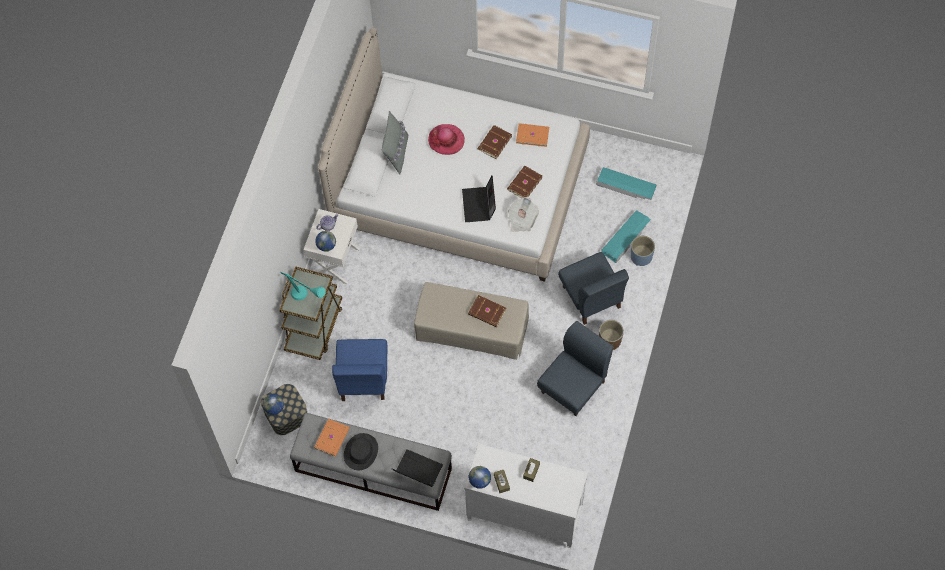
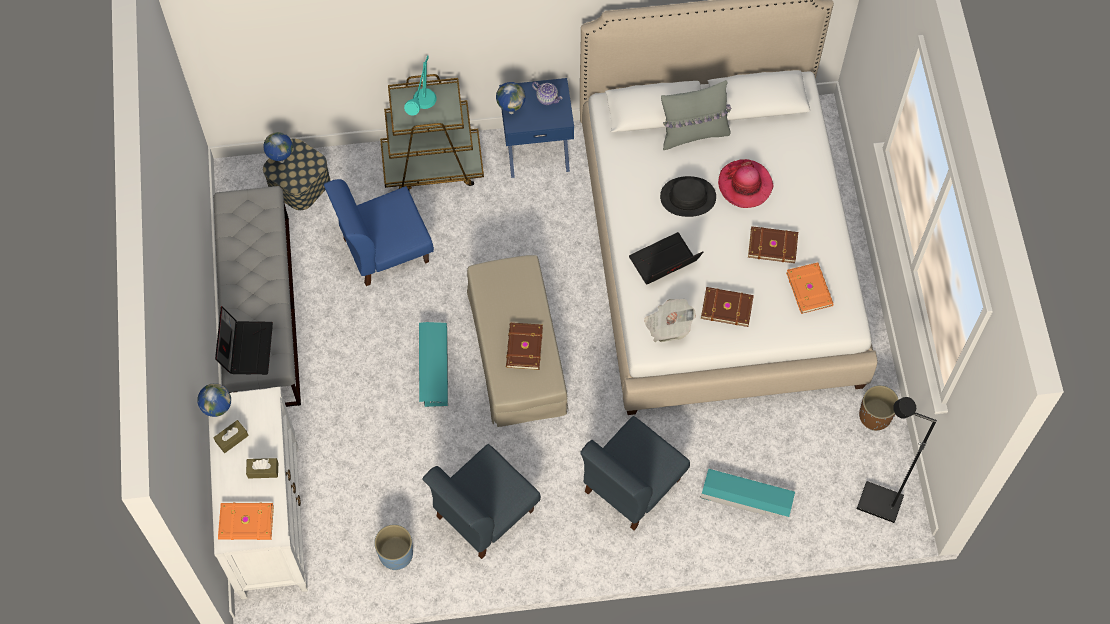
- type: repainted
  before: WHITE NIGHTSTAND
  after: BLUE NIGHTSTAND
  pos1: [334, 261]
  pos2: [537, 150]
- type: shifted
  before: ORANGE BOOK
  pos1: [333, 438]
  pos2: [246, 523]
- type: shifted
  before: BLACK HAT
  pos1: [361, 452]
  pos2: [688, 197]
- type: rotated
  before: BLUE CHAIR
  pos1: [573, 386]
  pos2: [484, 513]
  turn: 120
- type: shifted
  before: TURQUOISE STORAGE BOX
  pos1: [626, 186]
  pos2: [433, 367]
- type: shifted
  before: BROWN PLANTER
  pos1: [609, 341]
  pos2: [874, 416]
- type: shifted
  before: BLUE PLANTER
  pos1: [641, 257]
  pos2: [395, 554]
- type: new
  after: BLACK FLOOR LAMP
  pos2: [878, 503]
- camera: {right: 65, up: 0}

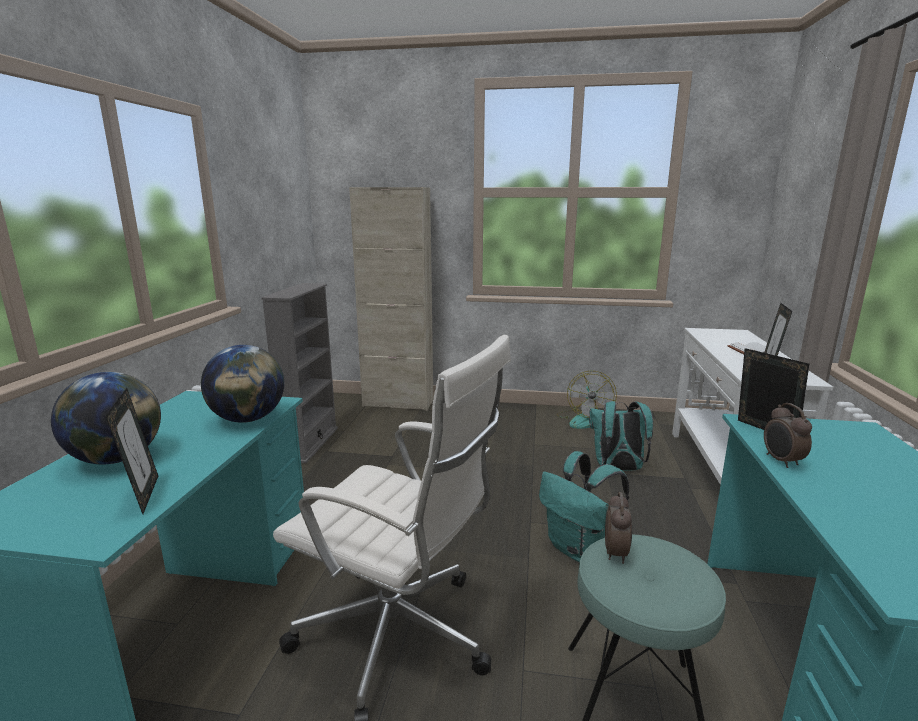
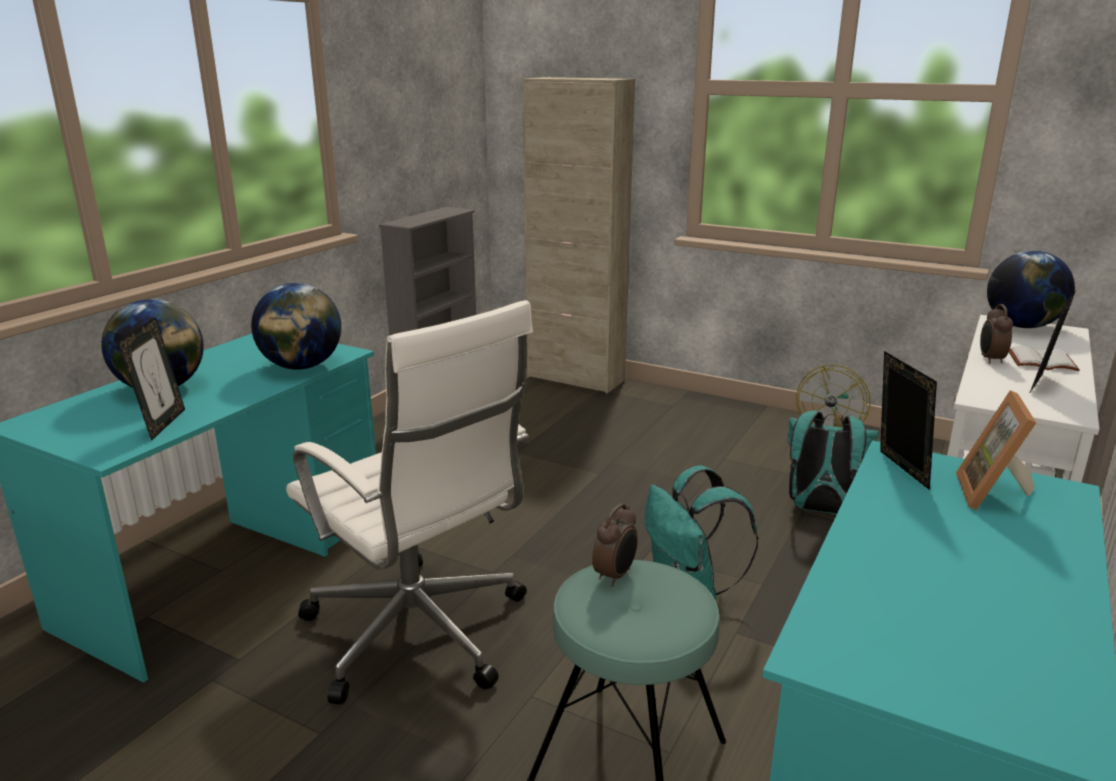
- type: shifted
  before: ALARM CLOCK
  pos1: [781, 461]
  pos2: [990, 360]
- type: new
  after: PICTURE FRAME
  pos2: [994, 495]
- type: new
  after: GLOBE
  pos2: [1021, 326]
- camera: {right: 20, up: 5}

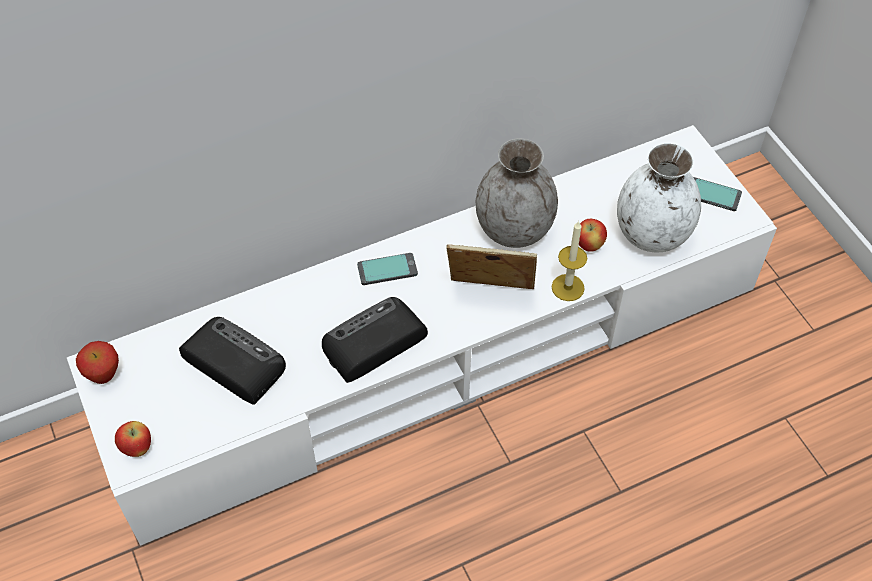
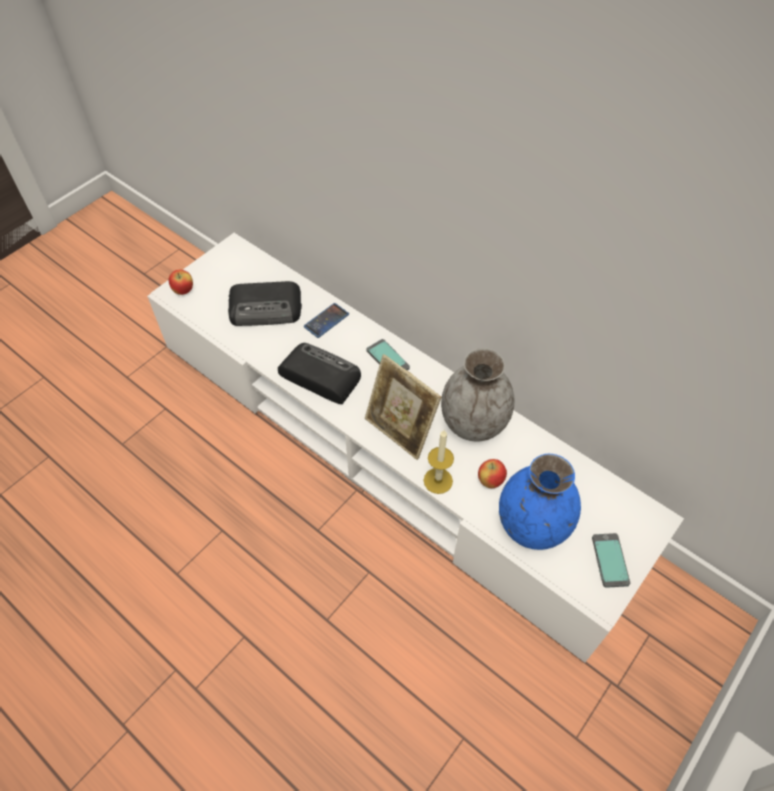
- type: gone
  before: APPLE
  pos1: [104, 376]
- type: rotated
  before: RADIO
  pos1: [232, 362]
  pos2: [266, 308]
  turn: 75
- type: rotated
  before: PICTURE FRAME
  pos1: [490, 295]
  pos2: [400, 430]
  turn: 150
- type: repainted
  before: WHITE VASE
  after: BLUE VASE
  pos1: [651, 234]
  pos2: [532, 524]
- type: new
  after: PHONE
  pos2: [326, 320]
- camera: {right: 65, up: 0}

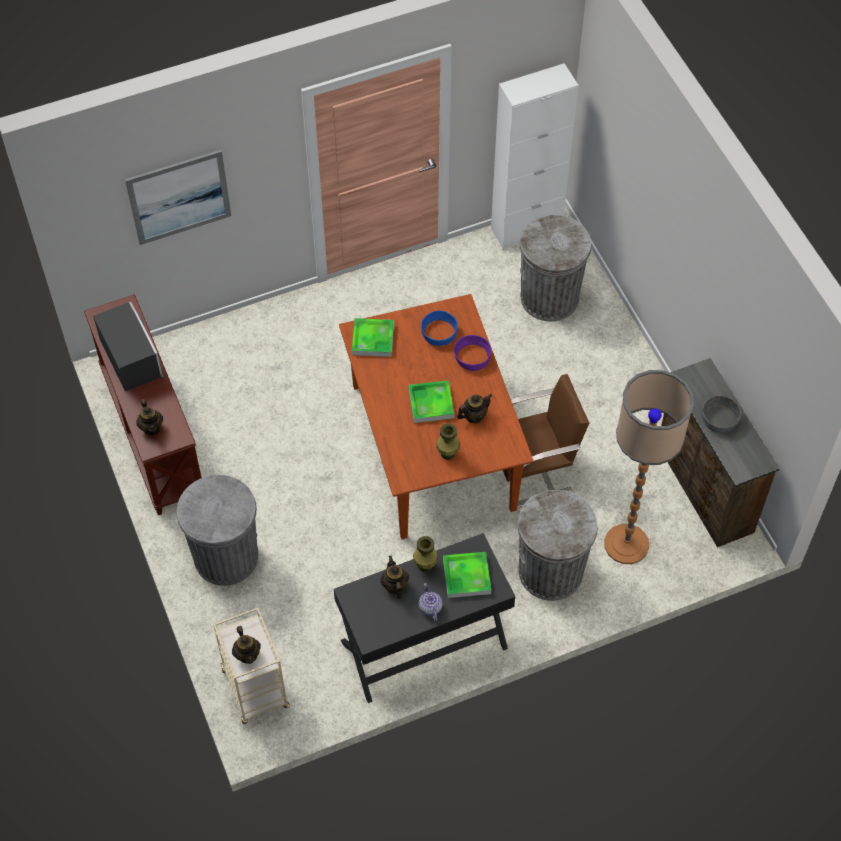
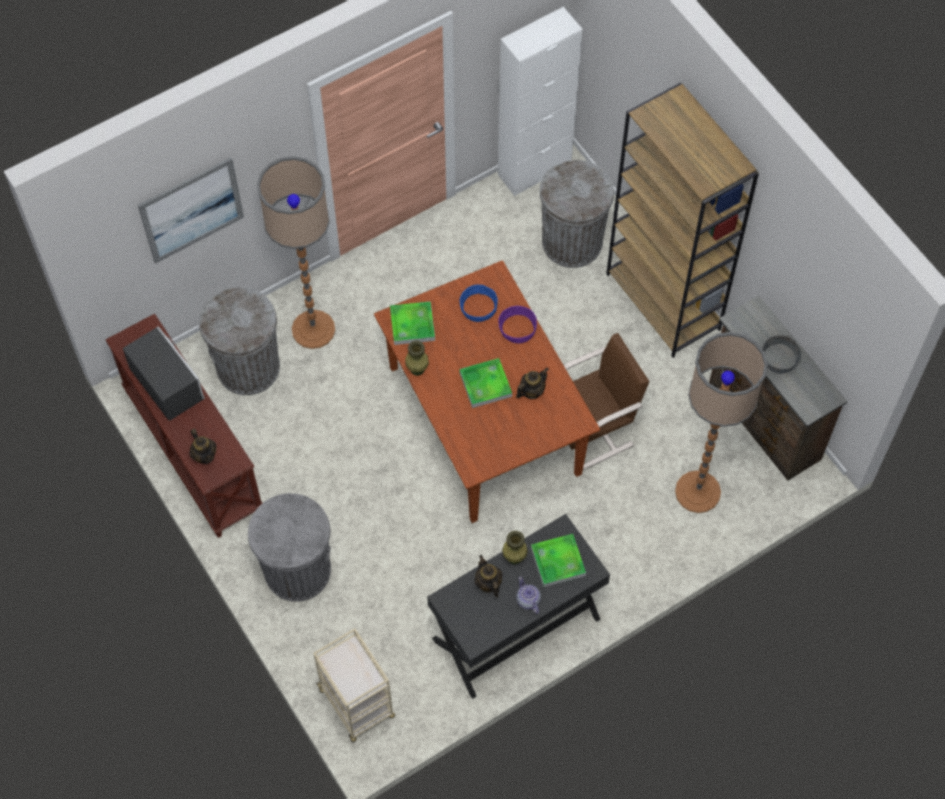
- type: gone
  before: TEAPOT
  pos1: [247, 654]
- type: shifted
  before: GREEN VASE
  pos1: [447, 454]
  pos2: [417, 369]
- type: shifted
  before: GREY TRASH CAN
  pos1: [551, 571]
  pos2: [248, 367]
- type: new
  after: FLOOR LAMP
  pos2: [313, 329]
- type: new
  after: BROWN BOOKCASE
  pos2: [664, 302]
- camera: {right: -10, up: 5}

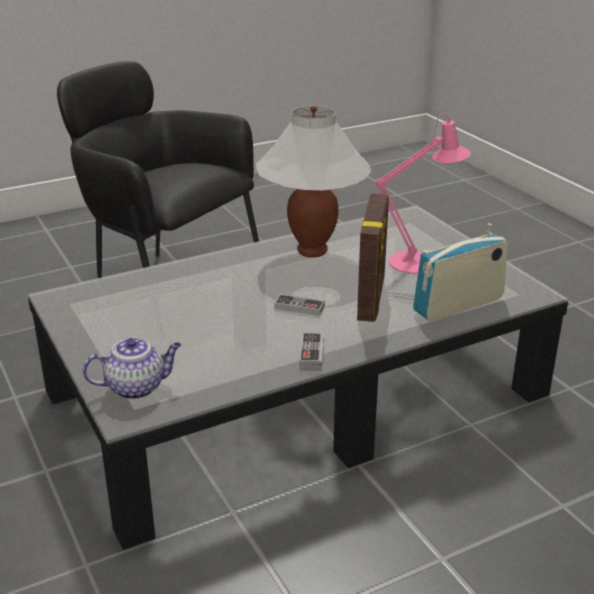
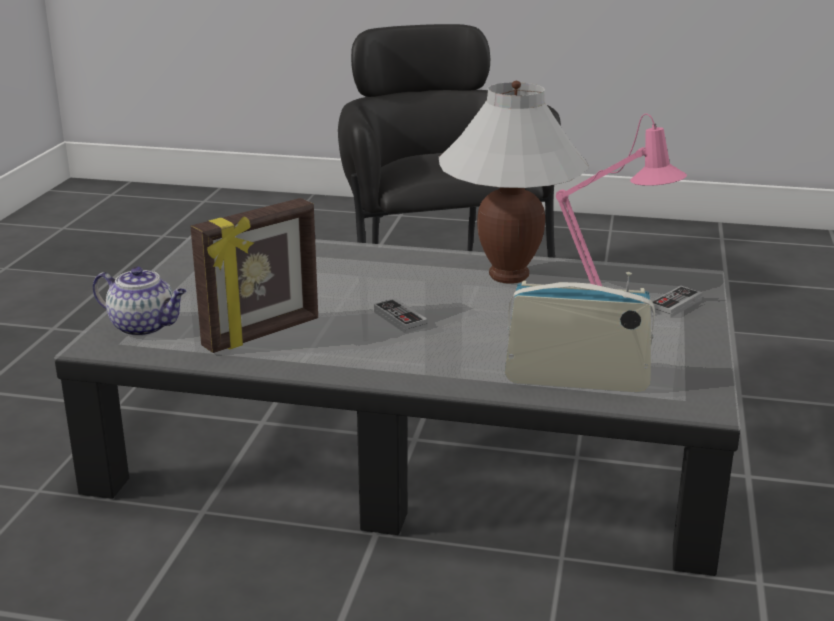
- type: shifted
  before: GAME CONTROLLER
  pos1: [311, 352]
  pos2: [675, 305]
- type: shifted
  before: PICTURE FRAME
  pos1: [372, 299]
  pos2: [262, 334]
- camera: {right: 40, up: -5}

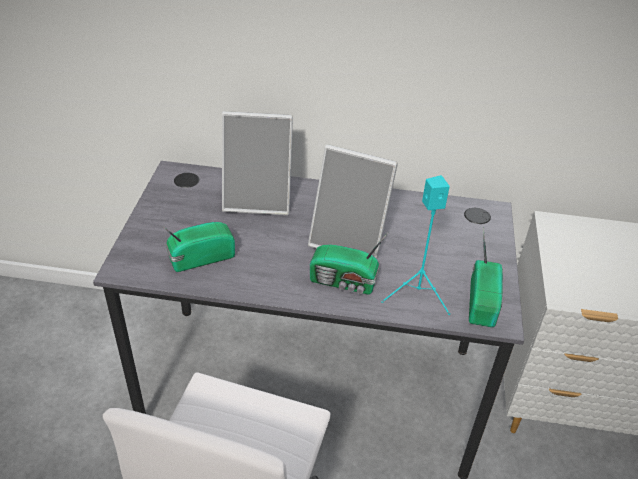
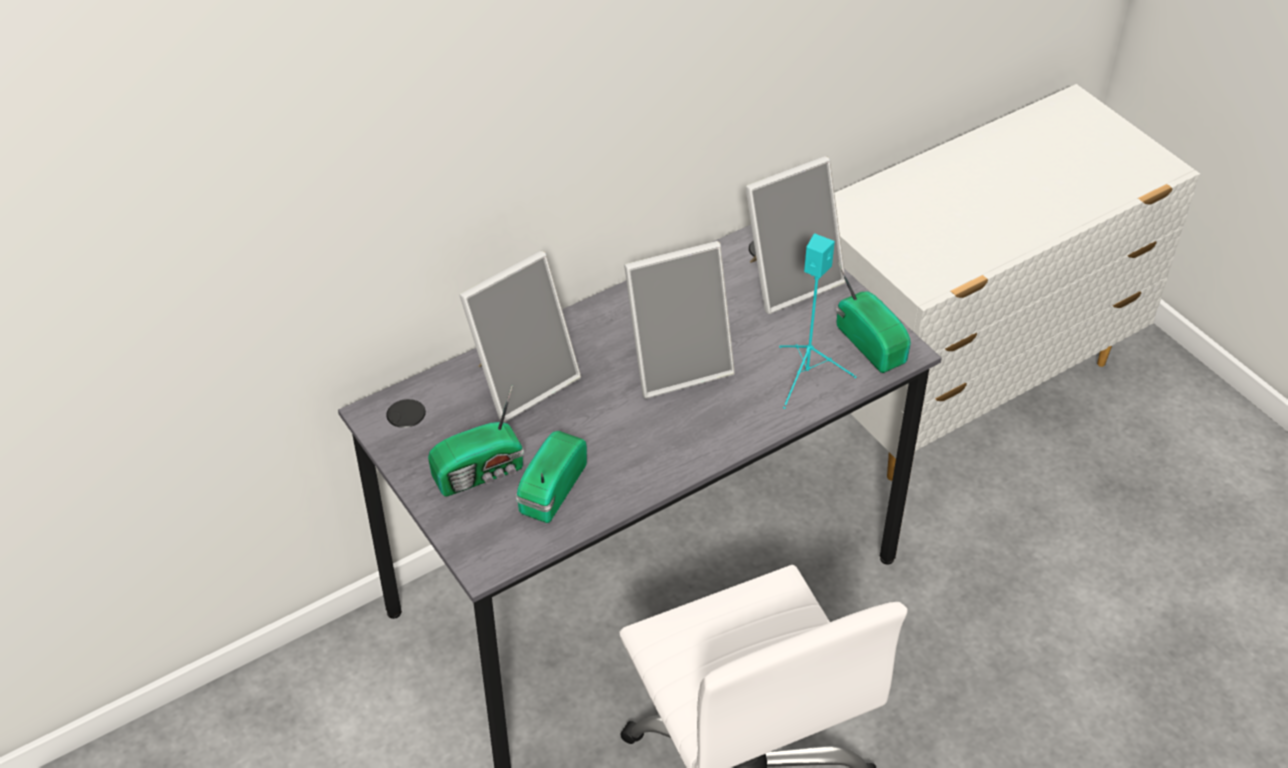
- type: shifted
  before: RADIO
  pos1: [344, 282]
  pos2: [481, 473]
- type: new
  after: PICTURE FRAME
  pos2: [789, 279]
- camera: {right: -40, up: 5}

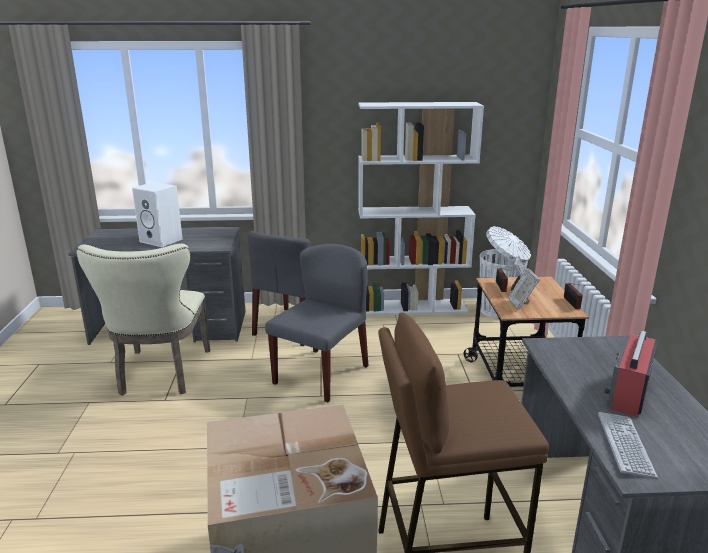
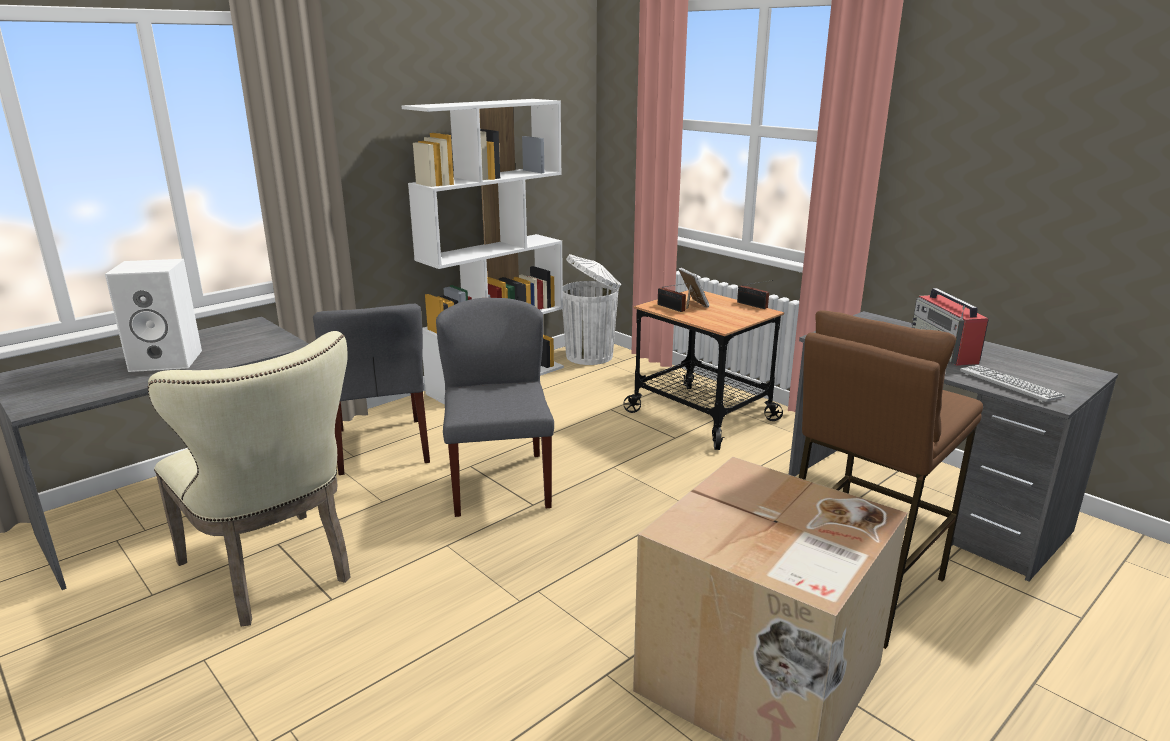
- type: gone
  before: PICTURE FRAME
  pos1: [521, 304]
- camera: {right: -40, up: 0}

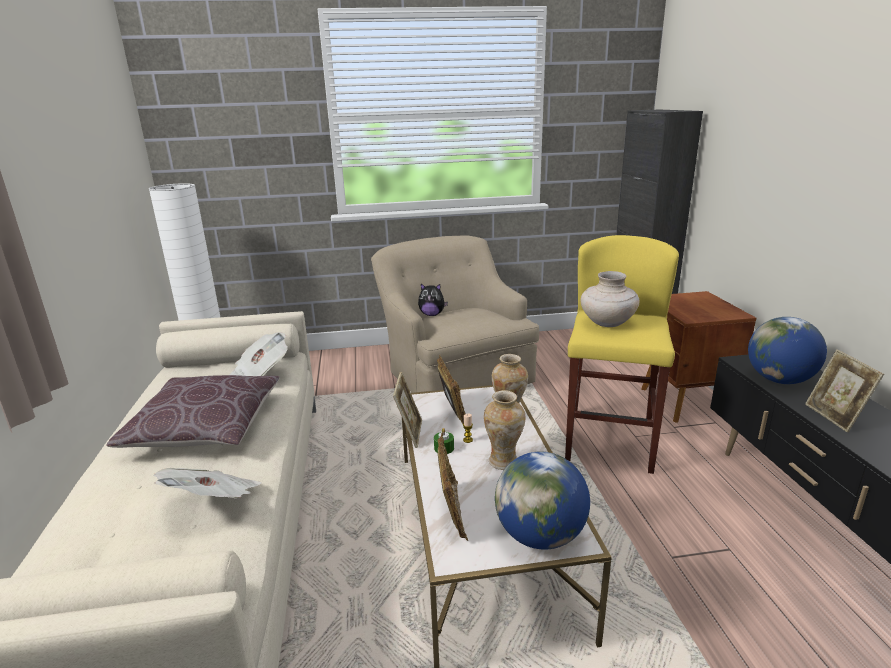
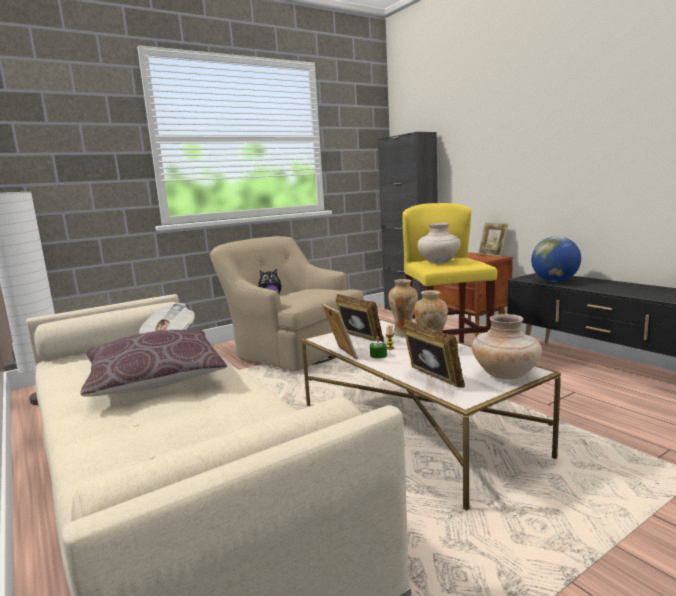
- type: gone
  before: NEWSPAPER
  pos1: [215, 502]
- type: swapped
  before: GLOBE
  after: BEIGE VASE
  pos1: [540, 536]
  pos2: [505, 375]
- type: shifted
  before: PICTURE FRAME
  pos1: [834, 417]
  pos2: [492, 254]
- camera: {right: -25, up: -10}

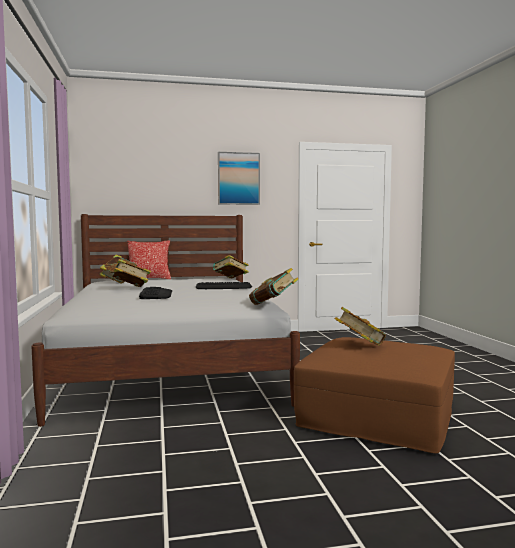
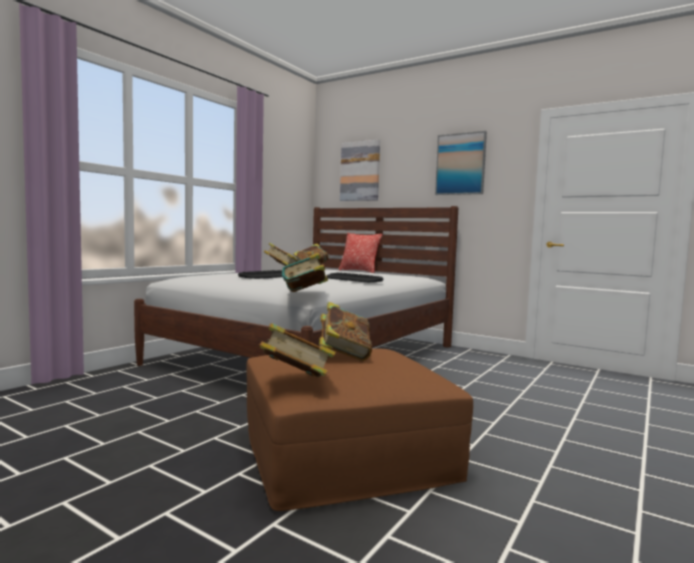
- type: shifted
  before: BOOK
  pos1: [230, 279]
  pos2: [294, 382]
- type: new
  after: PICTURE
  pos2: [360, 171]
- camera: {right: 45, up: 0}

